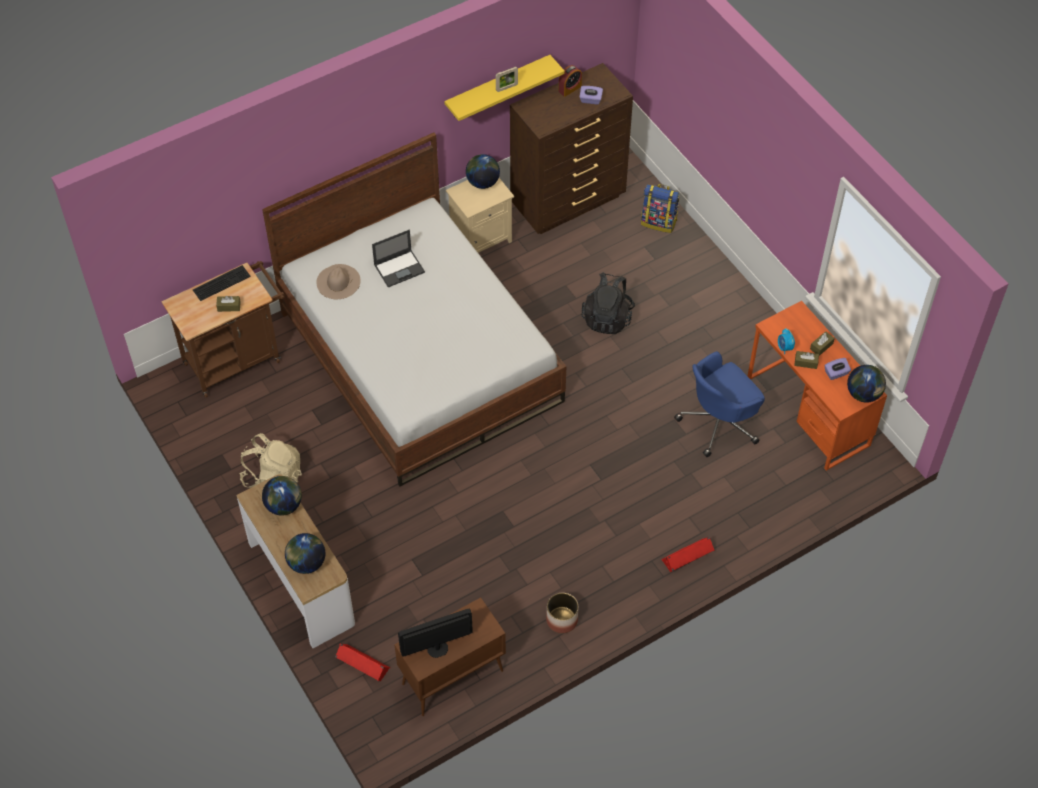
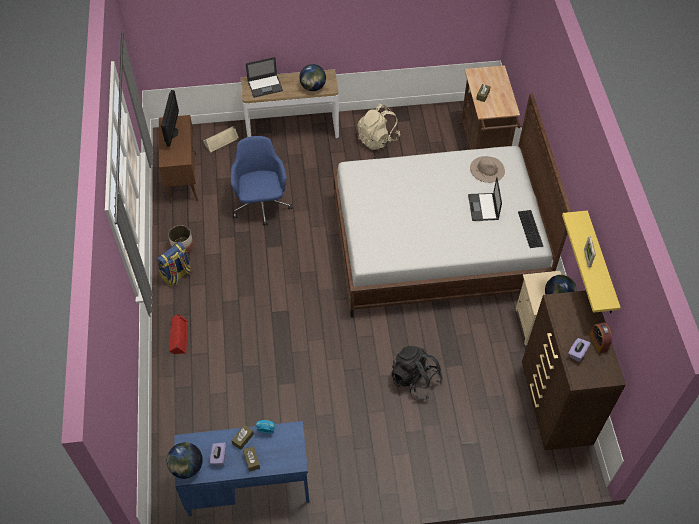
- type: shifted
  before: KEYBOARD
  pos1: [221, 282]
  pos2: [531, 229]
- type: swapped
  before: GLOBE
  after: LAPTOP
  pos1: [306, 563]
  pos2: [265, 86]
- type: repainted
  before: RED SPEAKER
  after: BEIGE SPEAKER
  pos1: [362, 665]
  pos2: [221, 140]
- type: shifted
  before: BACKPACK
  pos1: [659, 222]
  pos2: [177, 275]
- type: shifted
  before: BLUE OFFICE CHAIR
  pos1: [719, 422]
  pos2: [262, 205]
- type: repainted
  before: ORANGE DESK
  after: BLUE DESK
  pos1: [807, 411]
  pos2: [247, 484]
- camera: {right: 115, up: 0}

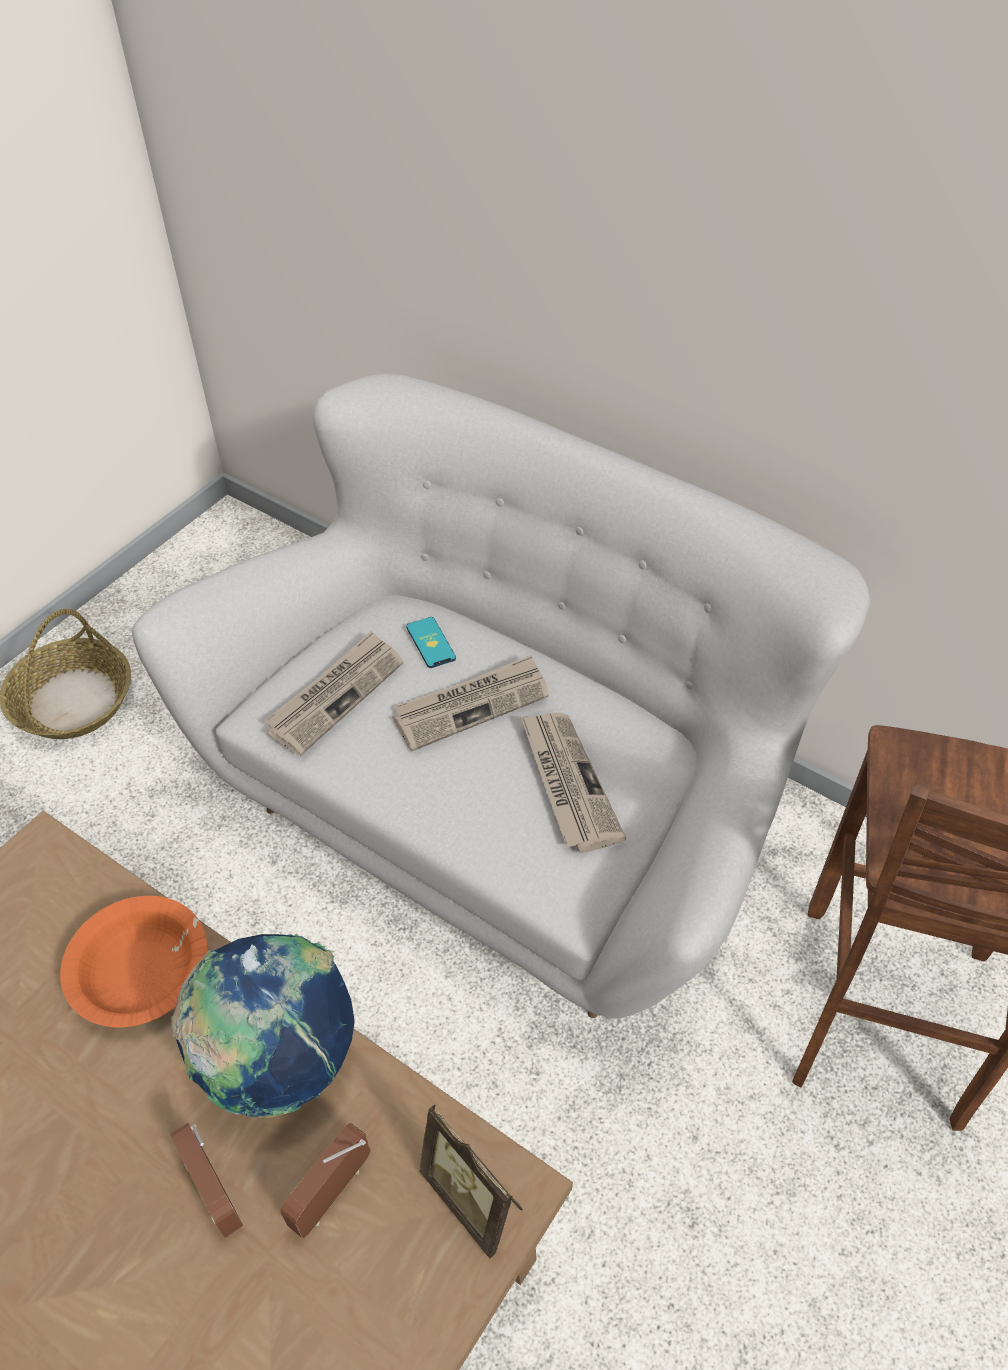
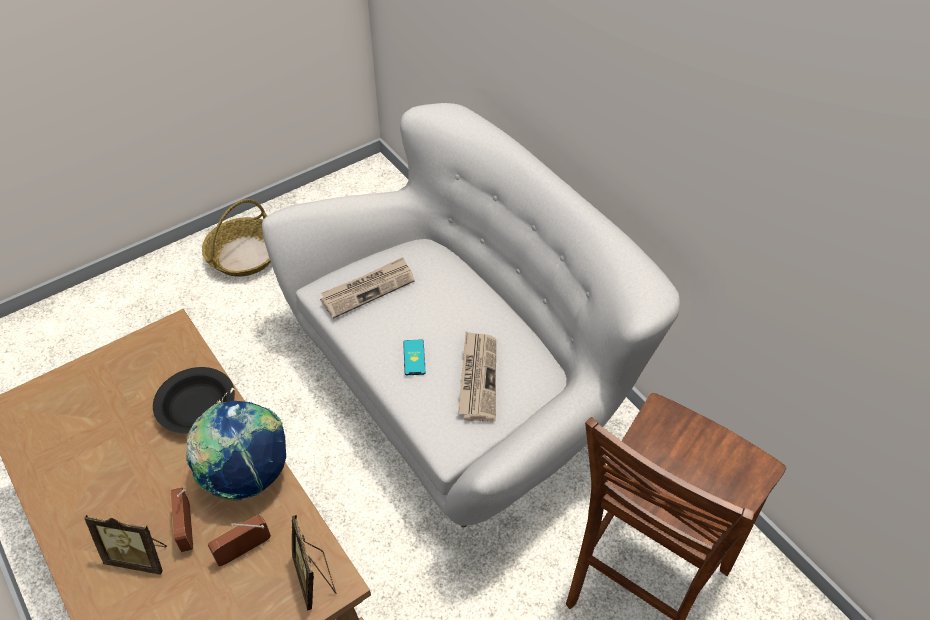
- type: repainted
  before: ORANGE BOWL
  after: BLACK BOWL
  pos1: [141, 971]
  pos2: [197, 408]
- type: gone
  before: NEWSPAPER
  pos1: [471, 704]
- type: shifted
  before: PHONE
  pos1: [430, 643]
  pos2: [414, 357]
- type: new
  after: PICTURE FRAME
  pos2: [139, 557]
- camera: {right: 20, up: 0}

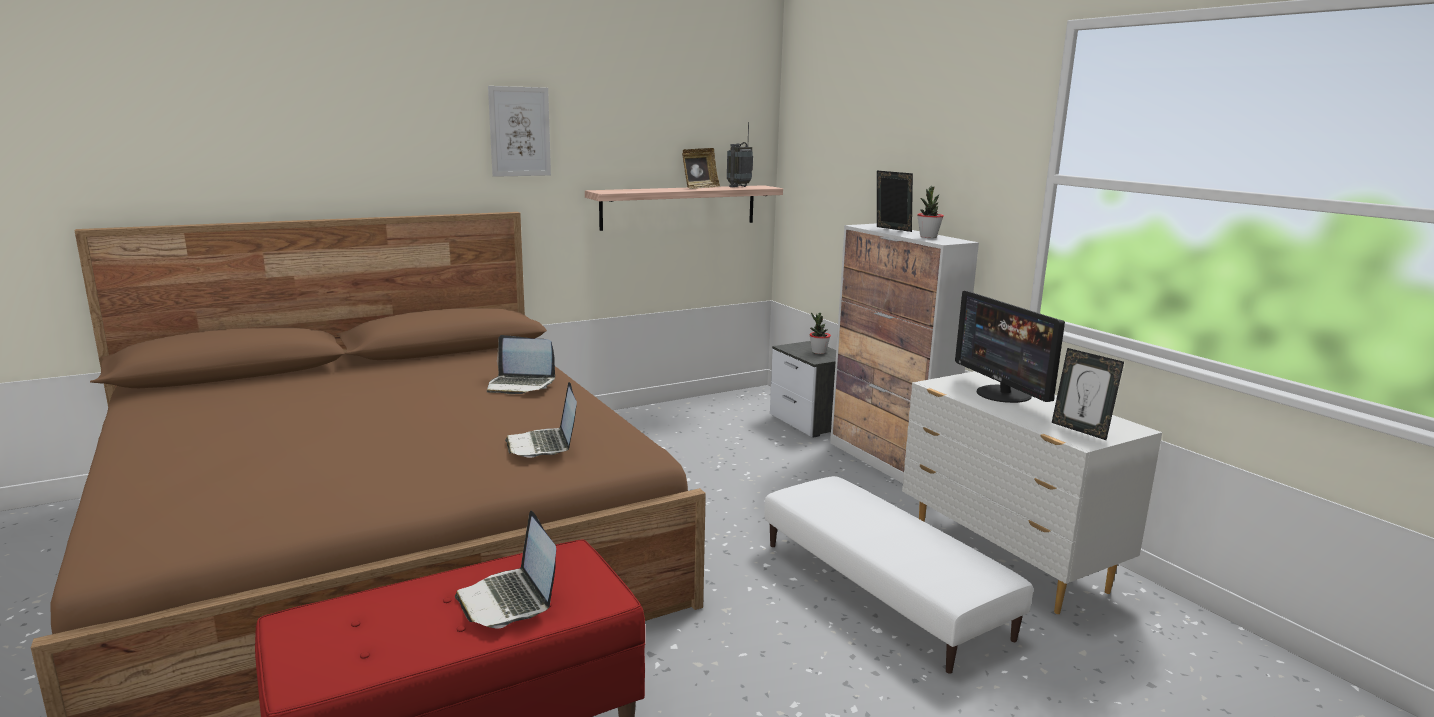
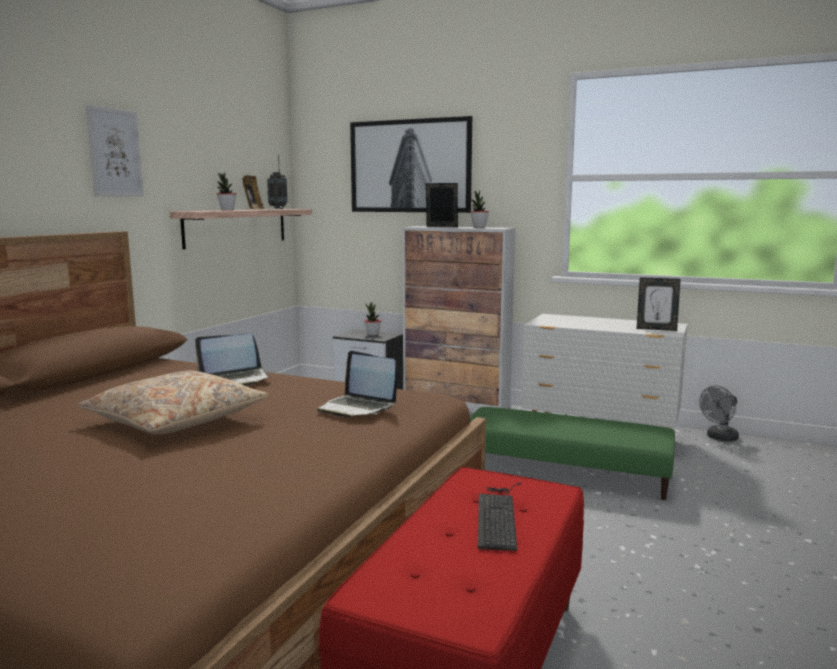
- type: swapped
  before: LAPTOP
  after: KEYBOARD
  pos1: [509, 600]
  pos2: [498, 515]
- type: repainted
  before: WHITE OTTOMAN
  after: GREEN OTTOMAN
  pos1: [883, 588]
  pos2: [565, 470]
- type: gone
  before: MONITOR
  pos1: [1003, 394]
- type: new
  after: BEIGE PILLOW
  pos2: [176, 420]
- type: new
  after: POTTED PLANT
  pos2: [227, 210]
- type: new
  after: PICTURE
  pos2: [409, 166]
- type: new
  after: GREY FAN
  pos2: [719, 438]
- camera: {right: -35, up: -5}

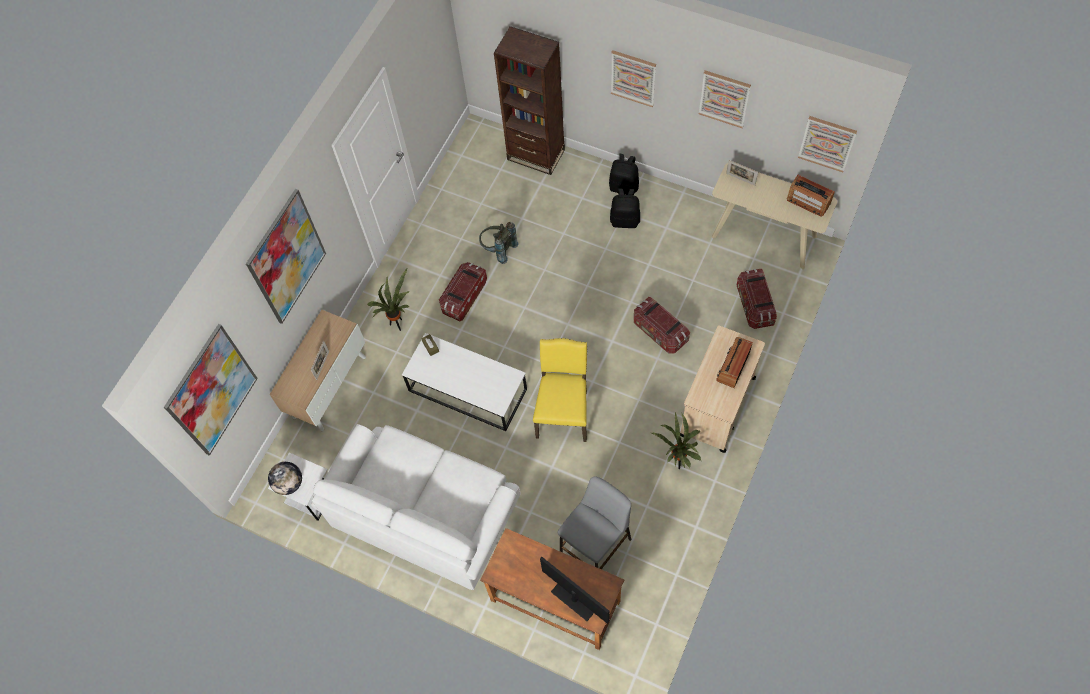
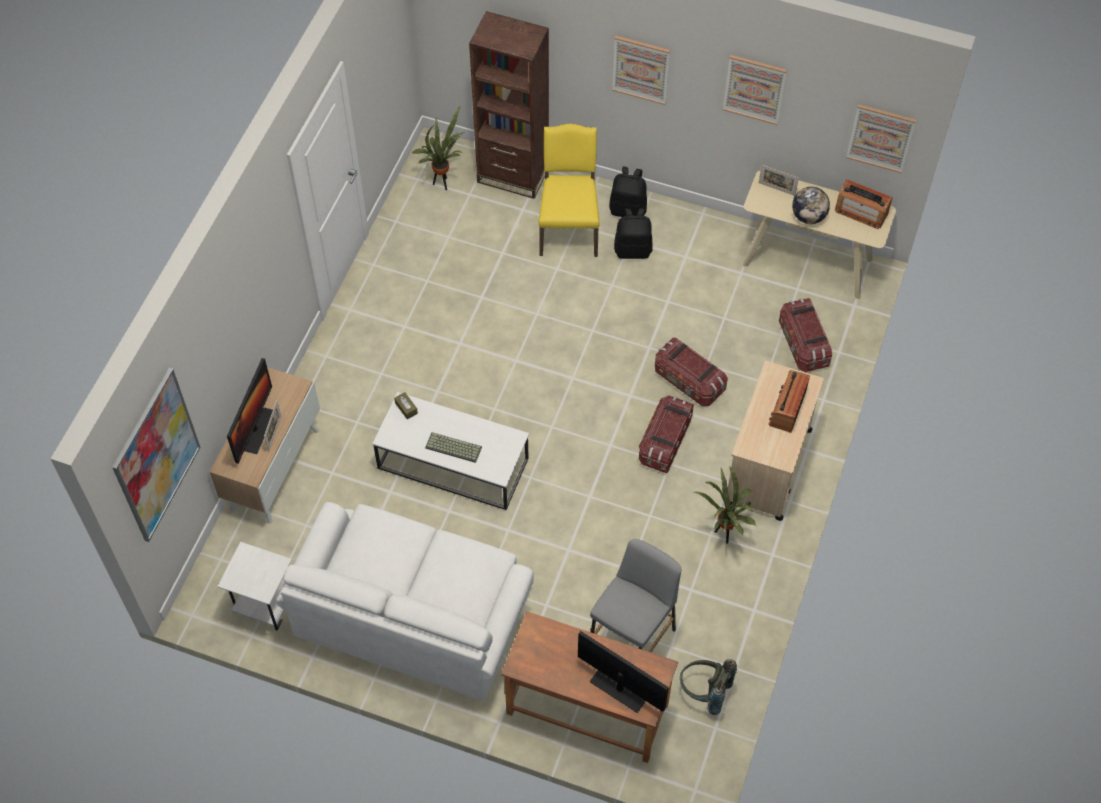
- type: gone
  before: PICTURE
  pos1: [287, 257]
- type: shifted
  before: GLOBE
  pos1: [289, 483]
  pos2: [808, 216]
- type: shifted
  before: POTTED PLANT
  pos1: [398, 324]
  pos2: [442, 183]
- type: shifted
  before: STORAGE BOX
  pos1: [464, 297]
  pos2: [665, 442]
- type: shifted
  before: GREY BACKPACK
  pos1: [498, 250]
  pos2: [704, 692]
- type: shifted
  before: YELLOW CHAIR
  pos1: [563, 412]
  pos2: [568, 229]
- type: new
  after: MONITOR
  pos2: [255, 429]
- type: new
  after: KEYBOARD
  pos2: [452, 448]
- camera: {right: -10, up: -5}

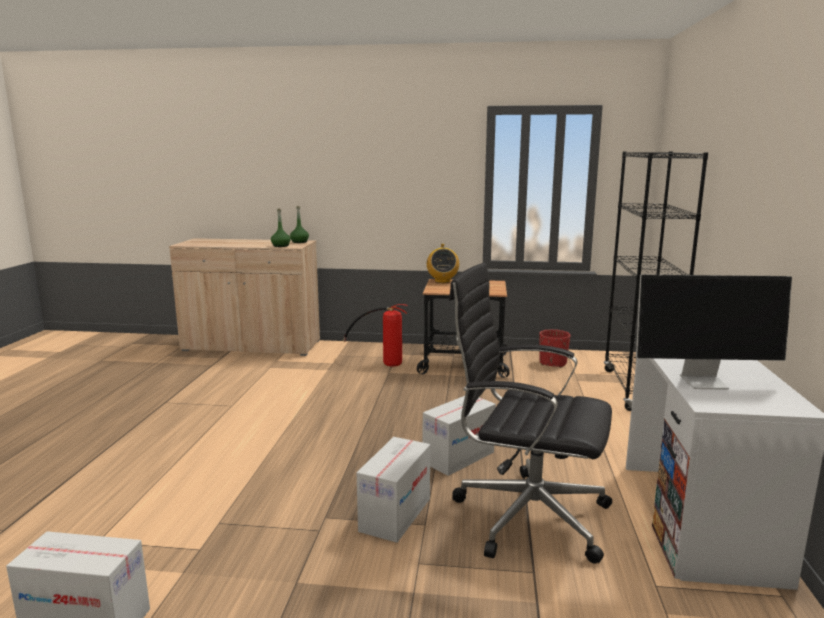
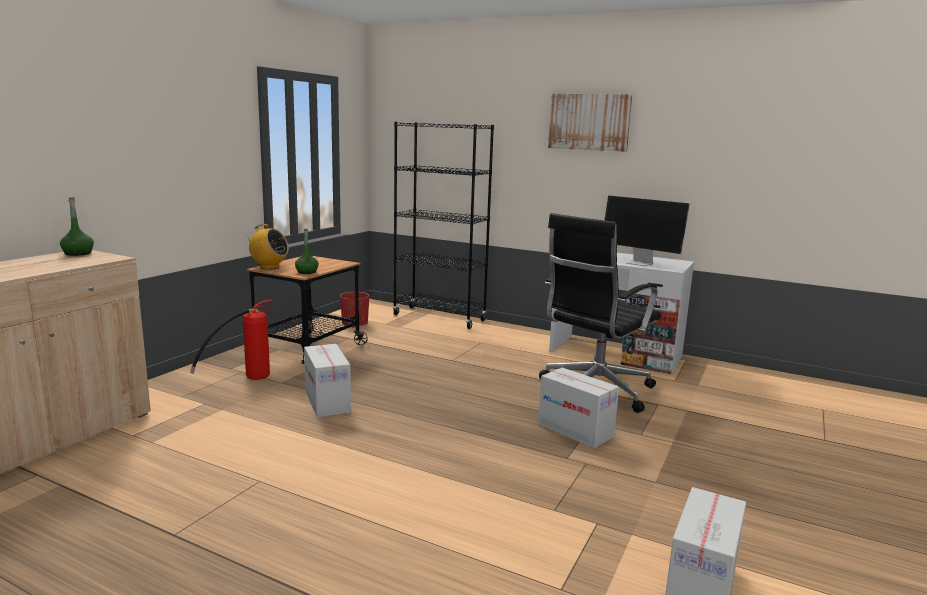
- type: shifted
  before: GREEN BOTTLE
  pos1: [281, 246]
  pos2: [306, 272]
- type: shifted
  before: CARDBOARD BOX
  pos1: [458, 457]
  pos2: [327, 402]
- type: rotated
  before: MONITOR
  pos1: [704, 382]
  pos2: [640, 263]
  turn: 105
- type: new
  after: PICTURE
  pos2: [589, 122]
- camera: {right: -70, up: 0}

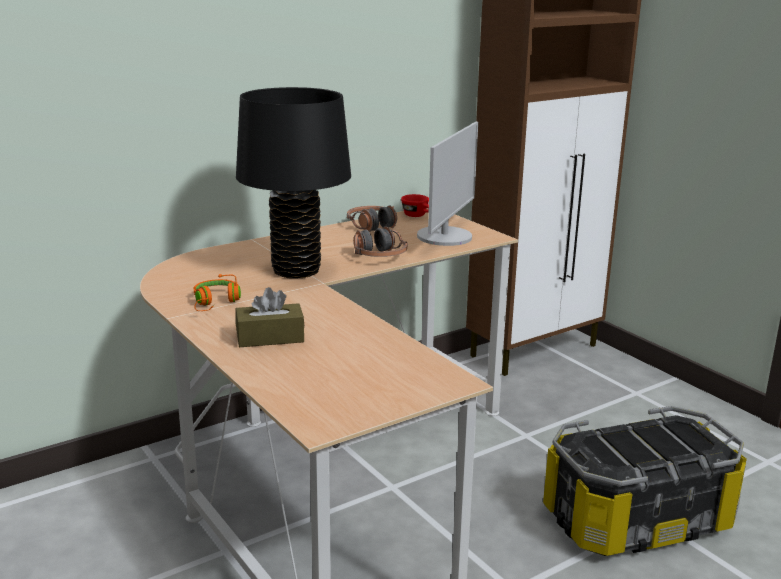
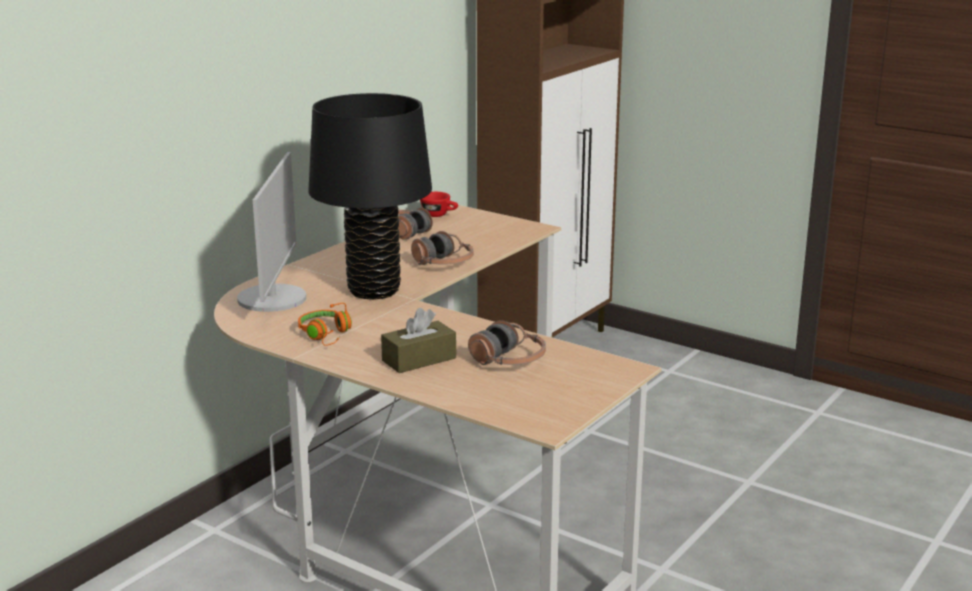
- type: shifted
  before: MONITOR
  pos1: [445, 237]
  pos2: [273, 298]
- type: gone
  before: STORAGE BOX
  pos1: [637, 520]
- type: new
  after: HEADPHONES
  pos2: [508, 361]
- camera: {right: -20, up: 0}

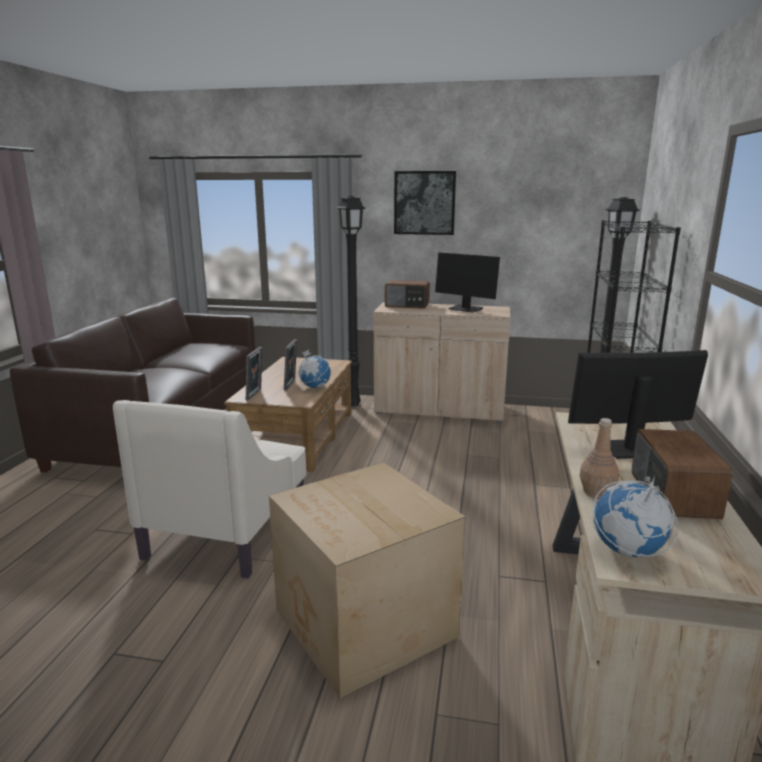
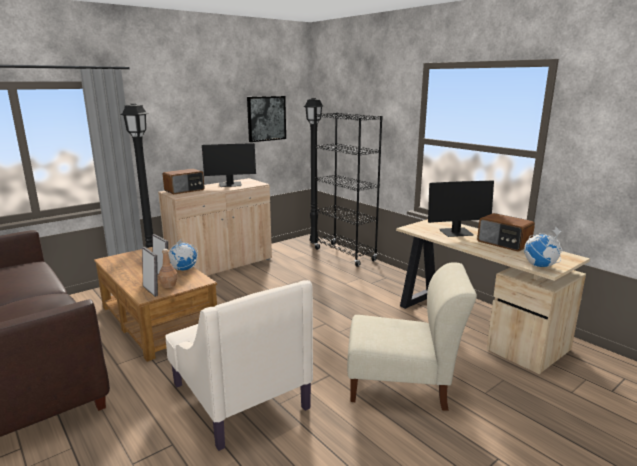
- type: swapped
  before: CARDBOARD BOX
  after: BEIGE CHAIR
  pos1: [364, 625]
  pos2: [402, 385]
- type: shifted
  before: PICTURE
  pos1: [424, 203]
  pos2: [266, 118]
- type: rotated
  before: MONITOR
  pos1: [631, 449]
  pos2: [456, 233]
  turn: -135
- type: shifted
  before: BROWN BOTTLE
  pos1: [596, 492]
  pos2: [168, 285]
- camera: {right: -50, up: 0}

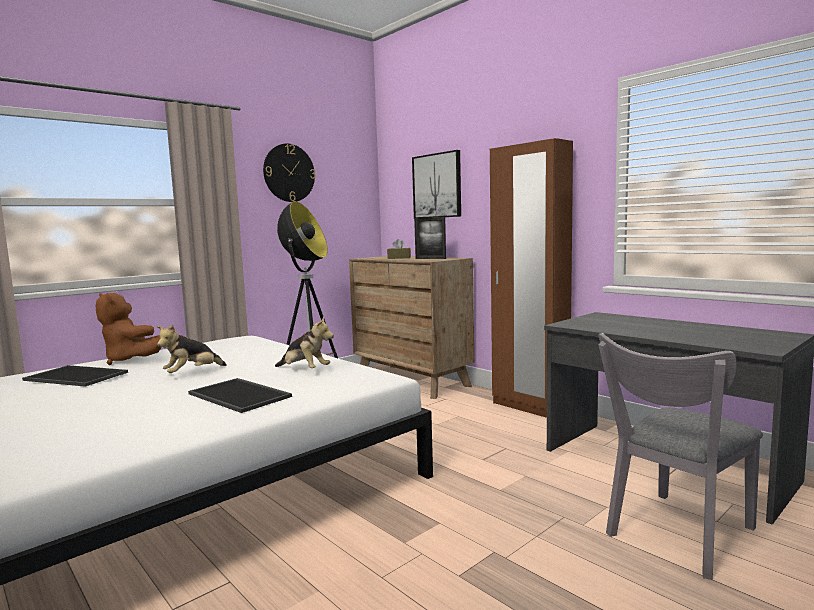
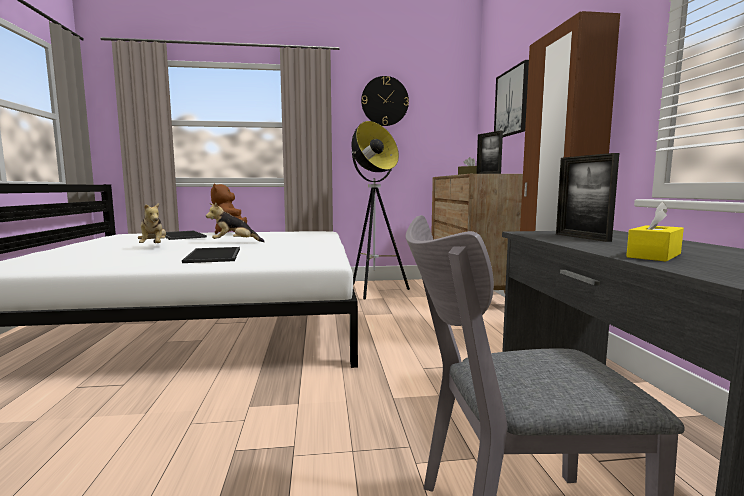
- type: shifted
  before: PLUSH TOY
  pos1: [304, 370]
  pos2: [154, 246]
- type: new
  after: PICTURE FRAME
  pos2: [581, 237]
- type: new
  after: YELLOW TISSUE BOX
  pos2: [654, 255]
- camera: {right: 35, up: 0}

